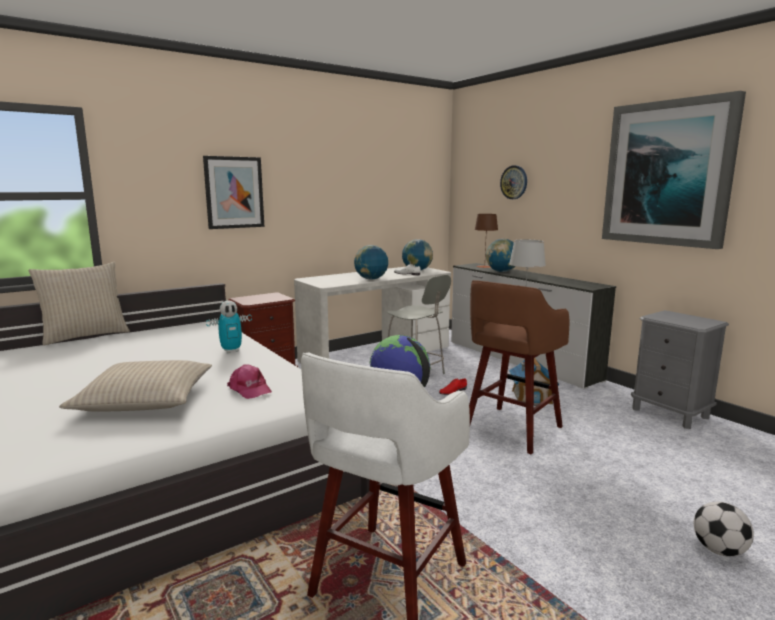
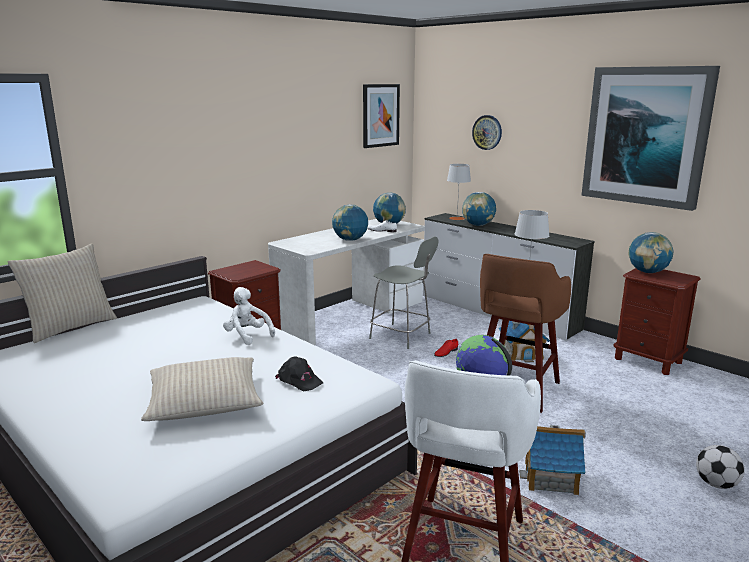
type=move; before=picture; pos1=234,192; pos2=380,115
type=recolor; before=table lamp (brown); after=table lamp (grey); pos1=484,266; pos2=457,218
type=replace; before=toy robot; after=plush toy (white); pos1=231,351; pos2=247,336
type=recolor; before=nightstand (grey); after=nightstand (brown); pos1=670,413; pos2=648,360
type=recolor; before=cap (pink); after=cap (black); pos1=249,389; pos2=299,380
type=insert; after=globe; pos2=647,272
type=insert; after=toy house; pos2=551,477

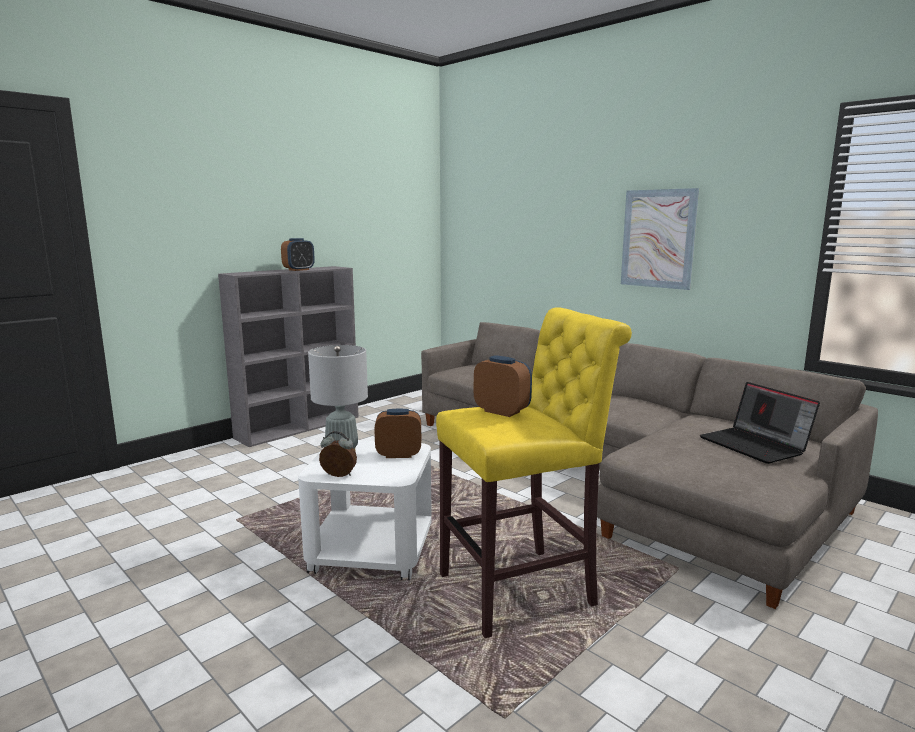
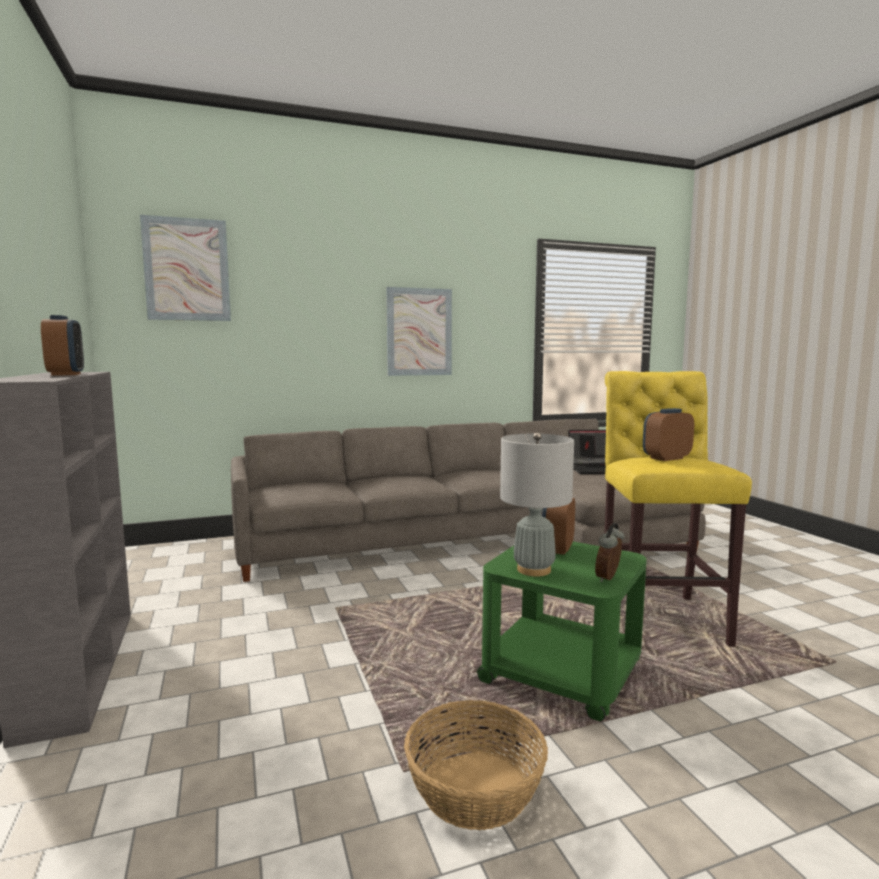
type=recolor; before=side table (white); after=side table (green); pos1=371,551; pos2=562,673
type=insert; after=picture; pos2=187,270
type=insert; after=basket; pos2=476,788

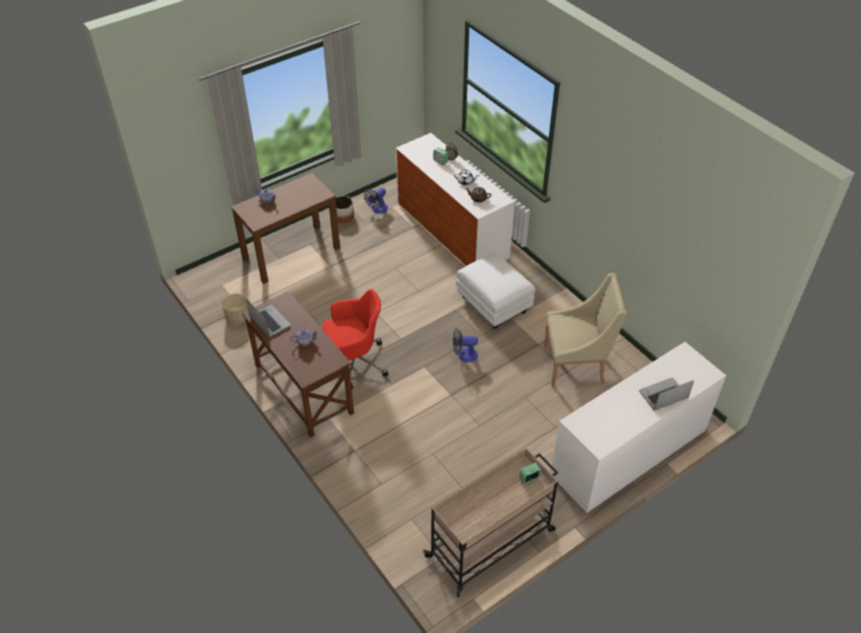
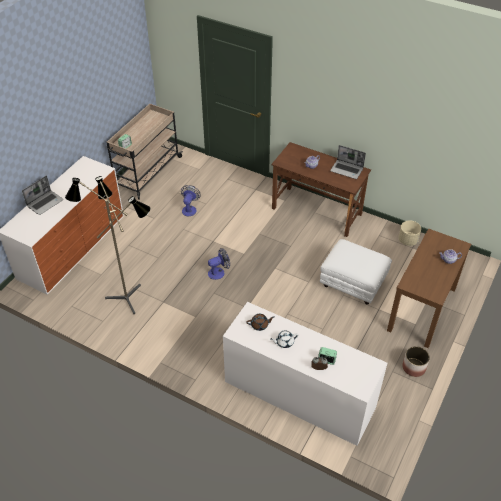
type=move; before=fan; pos1=377,210; pos2=190,209
type=move; before=ottoman (white); pos1=493,304; pos2=353,284
type=replace; before=armchair (beige); after=floor lamp; pos1=576,364; pos2=126,295
type=delete; before=office chair (red); pos1=354,362

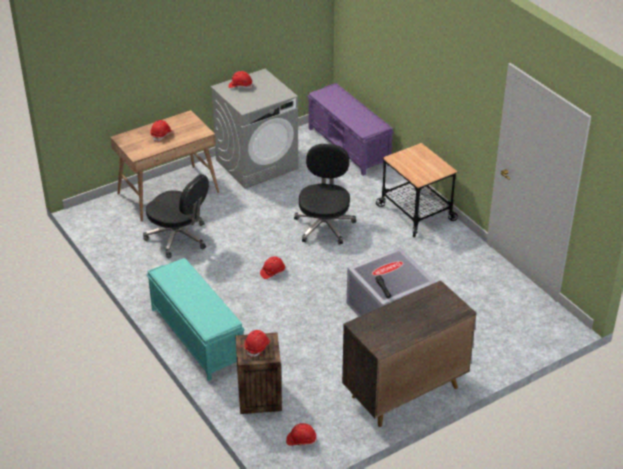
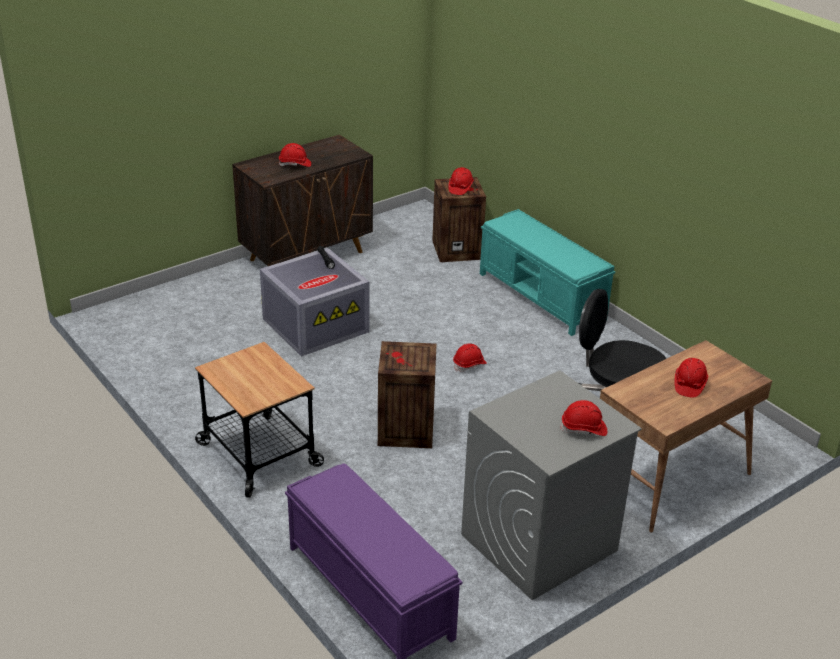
type=replace; before=office chair (black); after=crate; pos1=324,225; pos2=404,430
type=move; before=hard hat (red); pos1=301,440; pos2=295,164

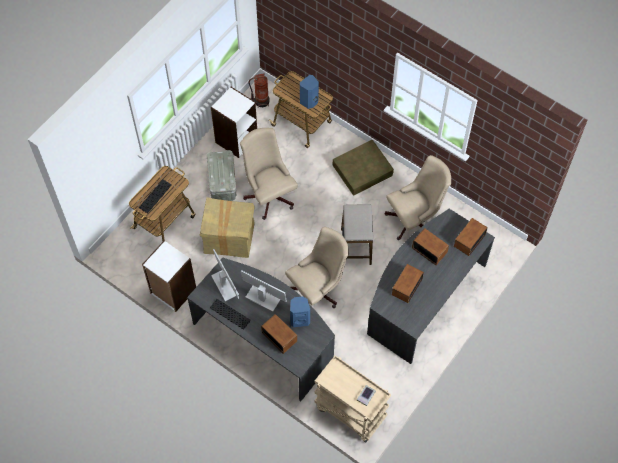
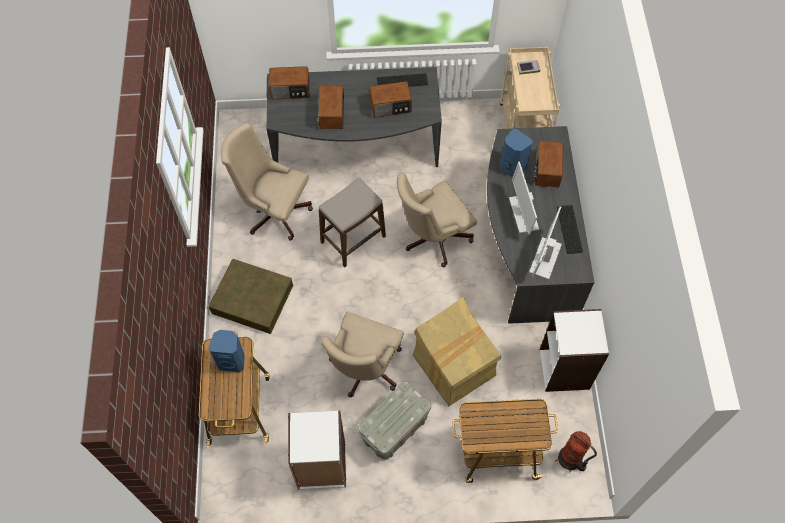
type=move; before=fire extinguisher; pos1=261,101; pos2=570,460
type=move; before=keyboard; pos1=155,196; pos2=402,81
type=rotate; before=office chair (beige); pos1=317,290; pos2=432,238; turn=-45

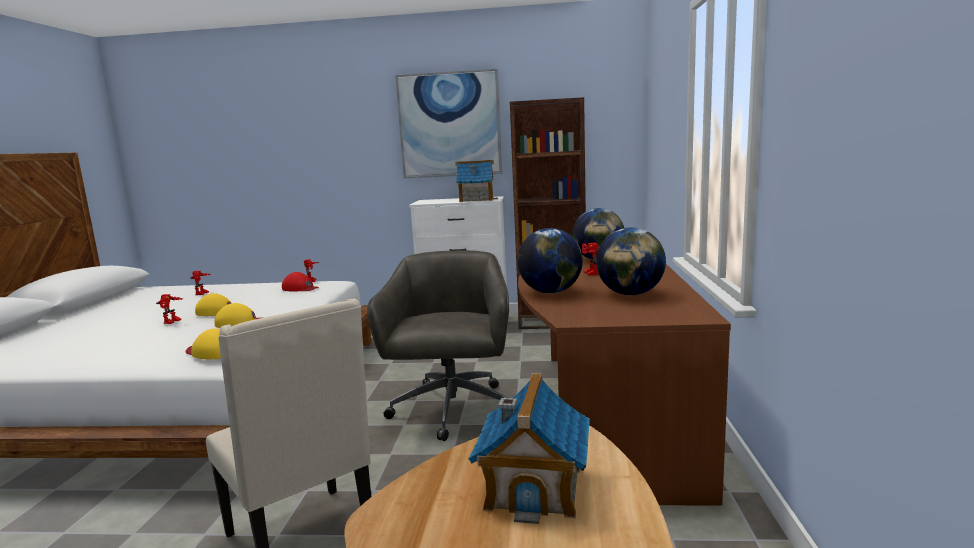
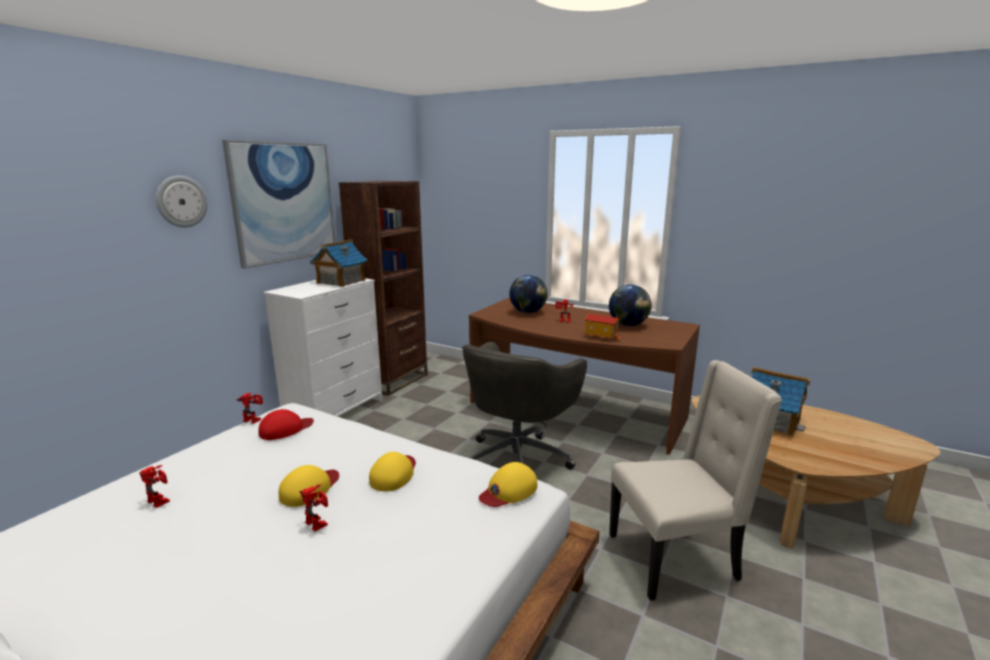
type=replace; before=globe; after=toy house; pos1=550,292; pos2=602,336
type=rotate; before=office chair (grey); pos1=452,410; pos2=518,459; turn=-90
type=insert; after=wall clock; pos2=181,201

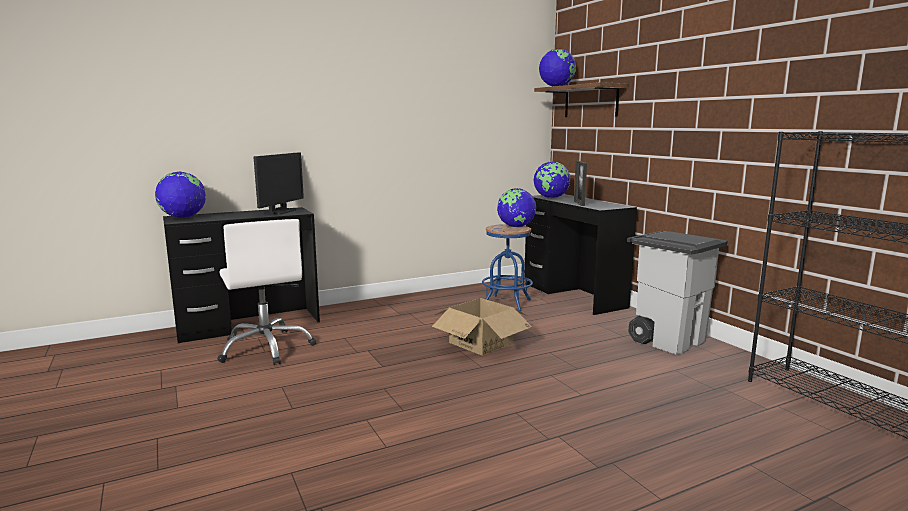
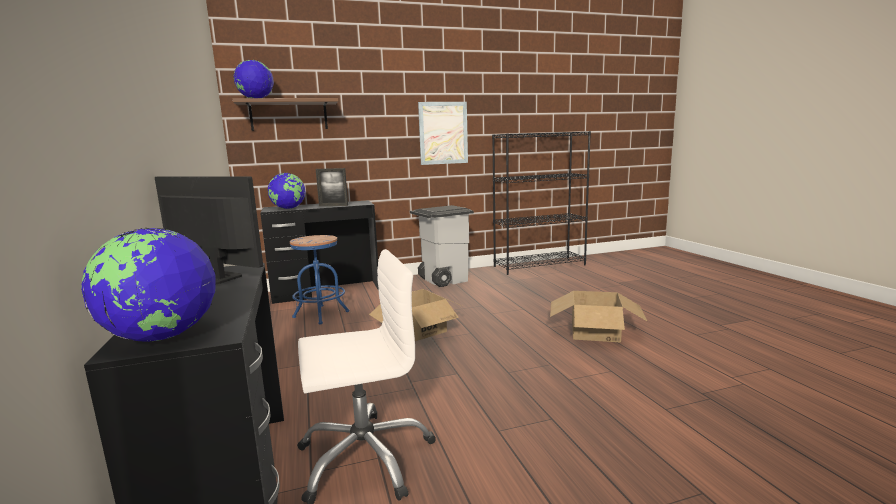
type=delete; before=globe; pos1=516,227
type=insert; after=picture; pos2=443,133
type=insert; after=cardboard box; pos2=595,331

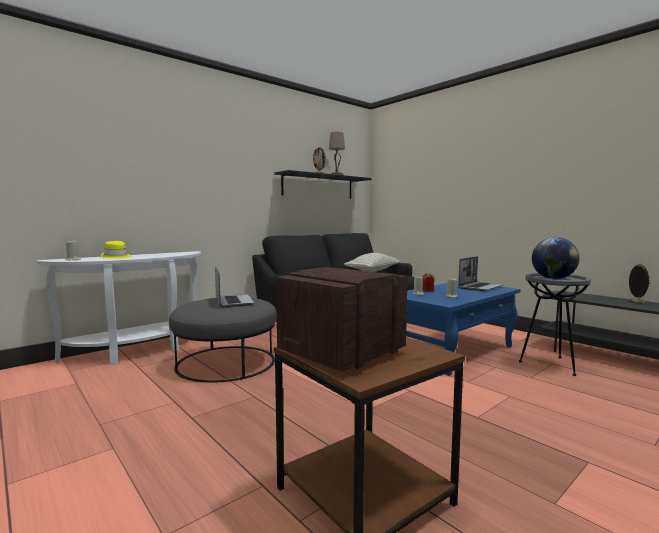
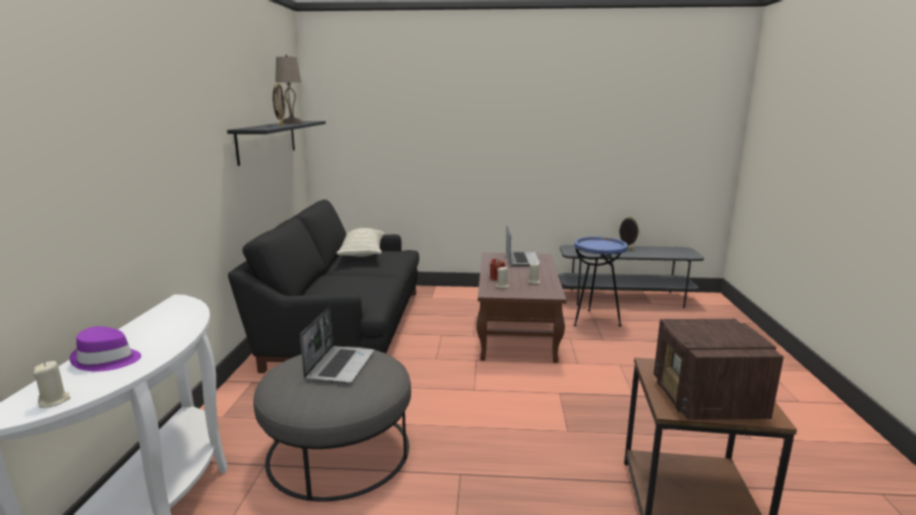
type=delete; before=globe; pos1=553,279
type=recolor; before=hat (yellow); after=hat (purple); pos1=116,257; pos2=106,360
type=rotate; before=laptop; pos1=233,301; pos2=340,365; turn=75
type=recolor; before=side table (grey); after=side table (blue); pos1=551,364; pos2=594,320
type=recolor; before=coffee table (blue); after=coffee table (brown); pos1=453,350; pos2=516,332

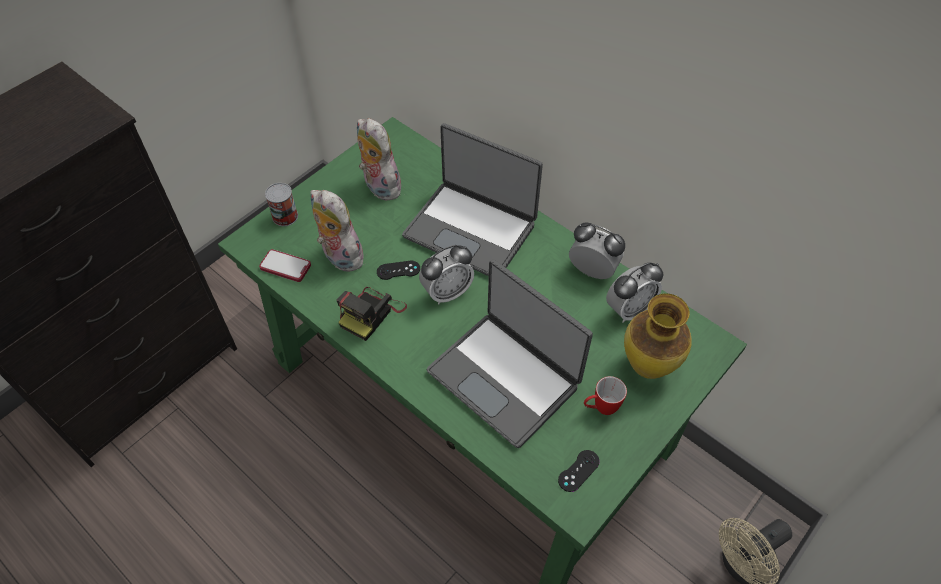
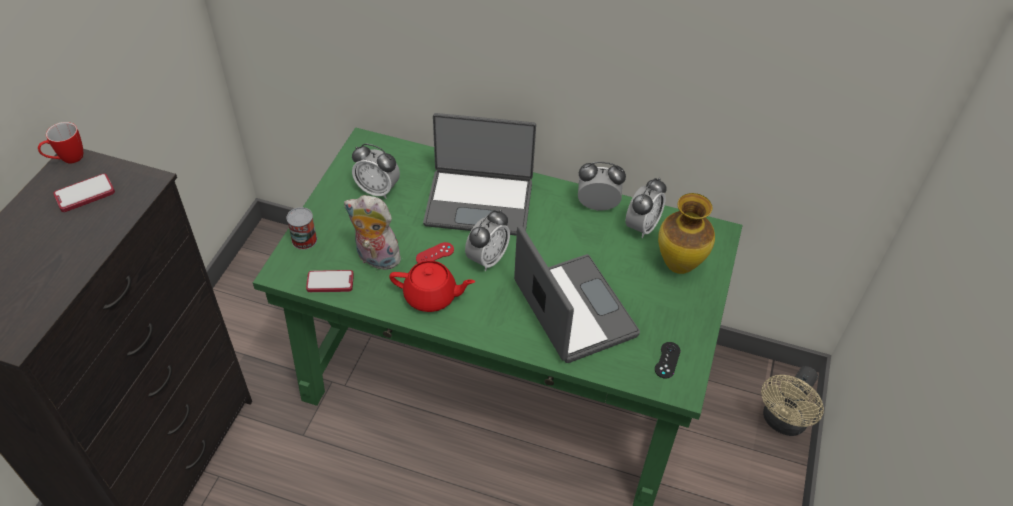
type=replace; before=plush toy; after=alarm clock; pos1=379,186; pos2=378,190
type=rotate; before=laptop; pos1=505,377; pos2=572,310; turn=-135
type=recolor; before=game controller (black); after=game controller (red); pos1=398,270; pos2=435,254
type=replace; before=photo camera; after=teapot (red); pos1=371,313; pos2=431,296
type=move; before=mug; pos1=600,408; pos2=67,160
type=insert; after=phone; pos2=85,194

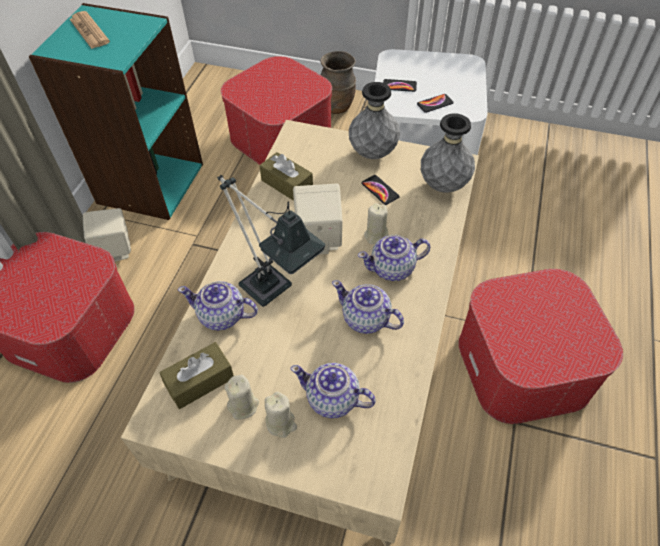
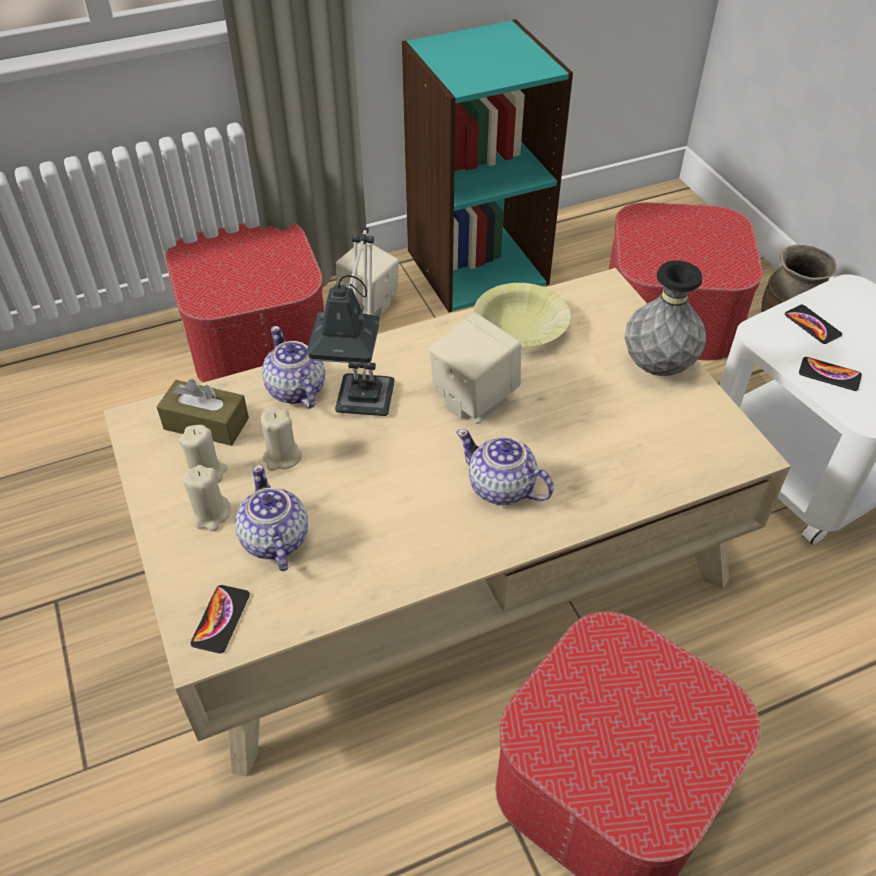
type=delete; before=newspaper; pos1=89,31
type=delete; before=vase (grey); pos1=443,186
type=replace; before=tissue box (brown); after=bowl (yellow); pos1=287,184; pos2=520,327
type=move; before=phone; pos1=380,190; pos2=221,619
type=move; before=candle (beige); pos1=376,236; pos2=282,457
type=delete; before=teapot; pos1=366,319

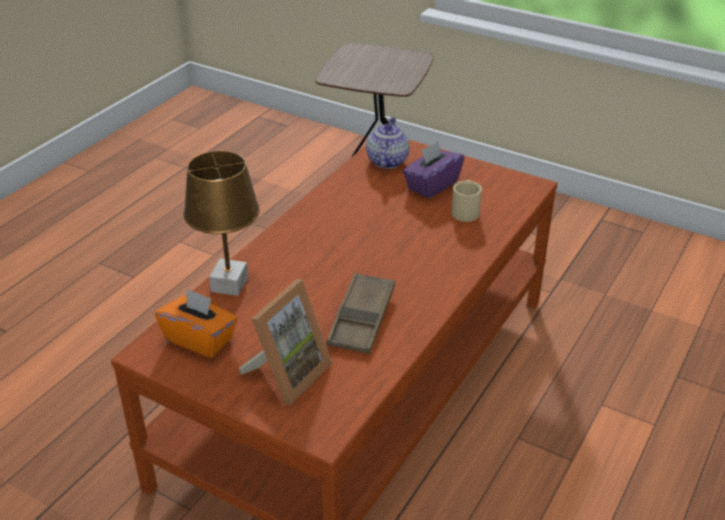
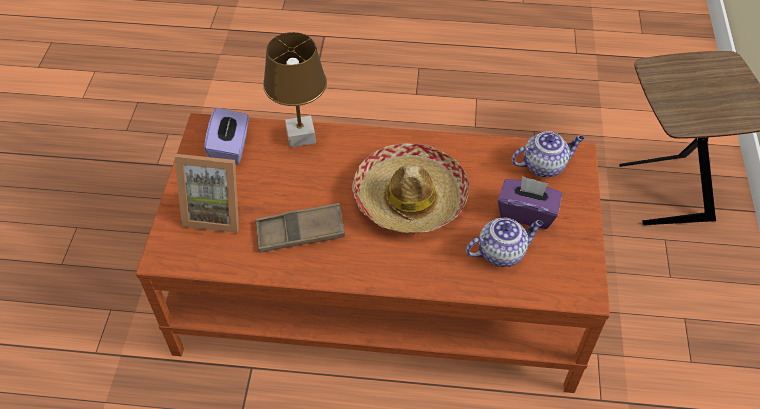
type=replace; before=mug (beige); after=teapot; pos1=465,210; pos2=501,252
type=recolor; before=tissue box (orange); after=tissue box (purple); pos1=200,339; pos2=230,148
type=insert; after=hat; pos2=409,198

